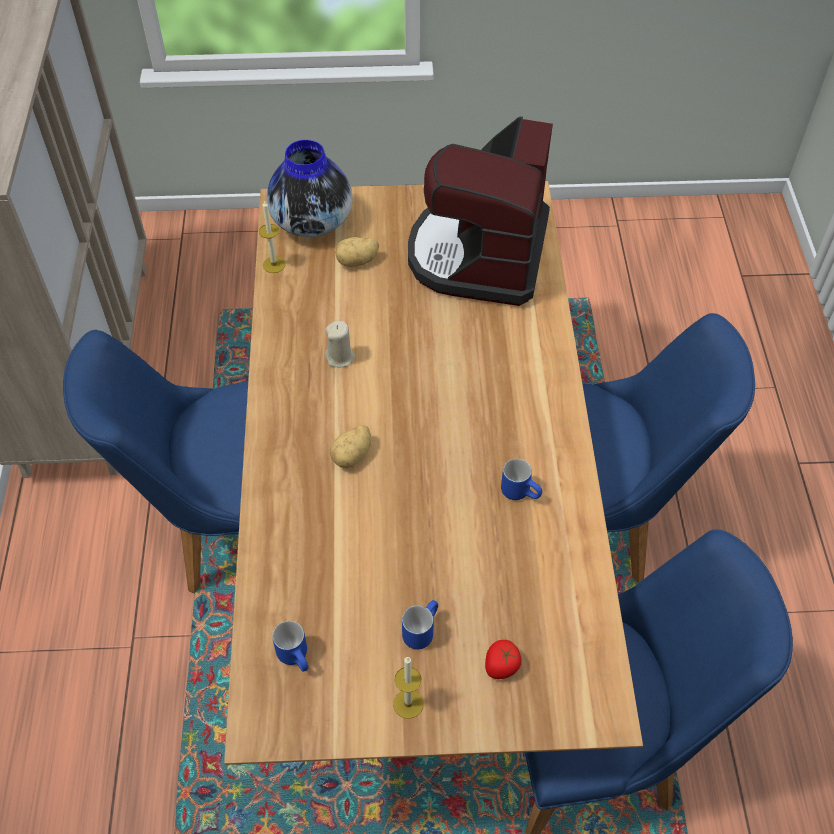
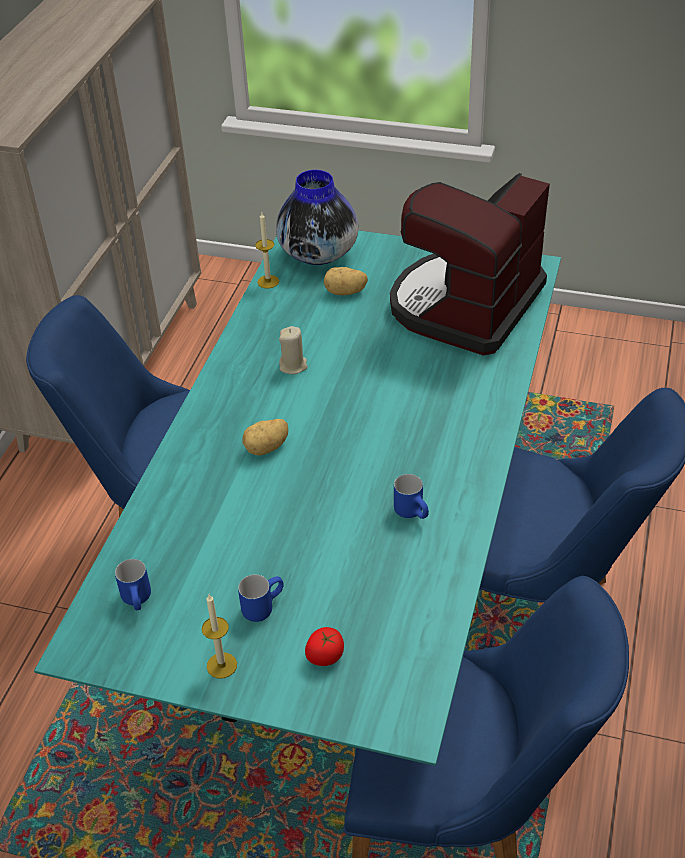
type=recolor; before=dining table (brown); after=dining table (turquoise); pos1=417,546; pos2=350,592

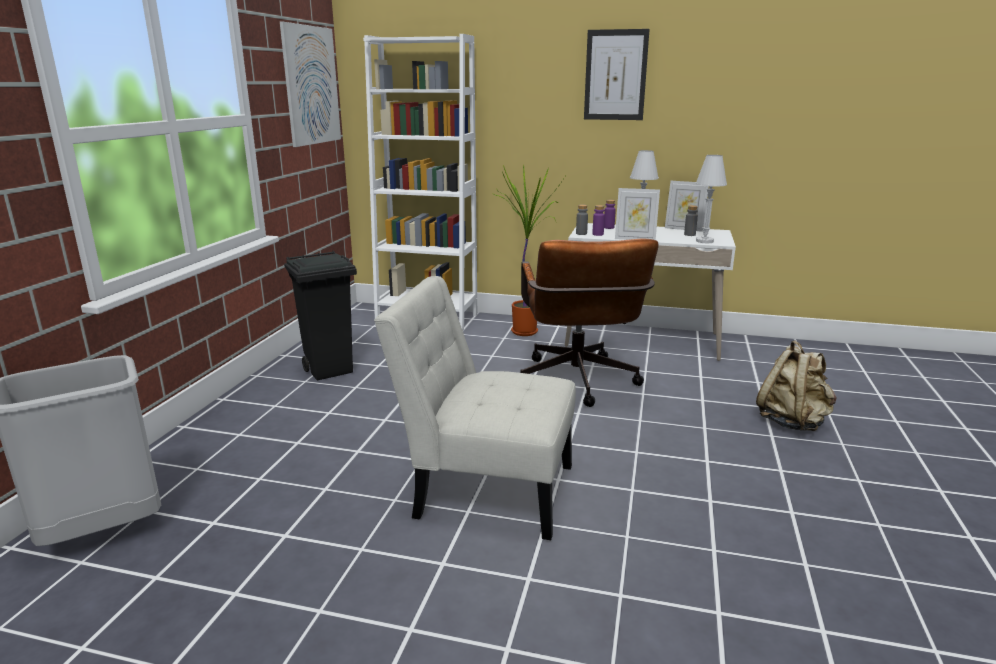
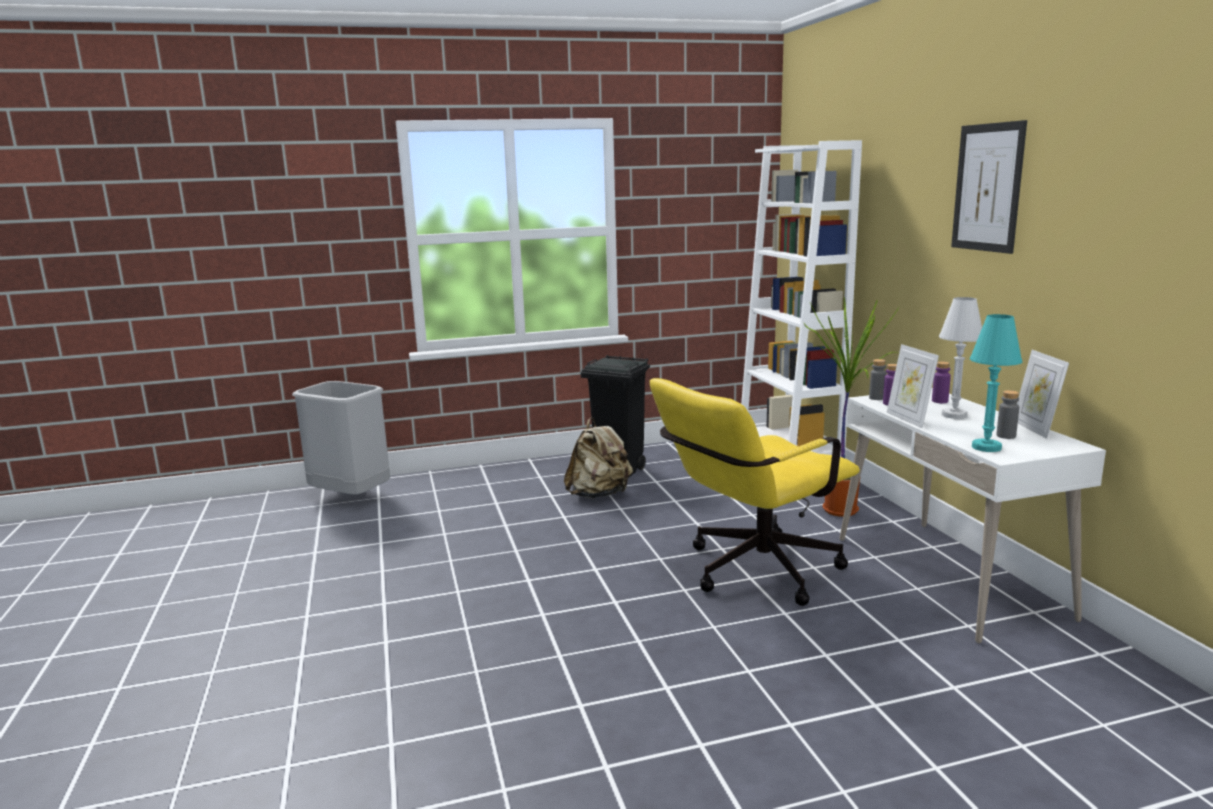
type=delete; before=picture; pos1=311,85
type=recolor; before=table lamp (white); after=table lamp (turquoise); pos1=704,241; pos2=986,447
type=recolor; before=office chair (brown); after=office chair (yellow); pos1=578,384; pos2=751,572
type=delete; before=chair (white); pos1=486,489
type=move; before=backpack (beige); pos1=792,422; pos2=599,495

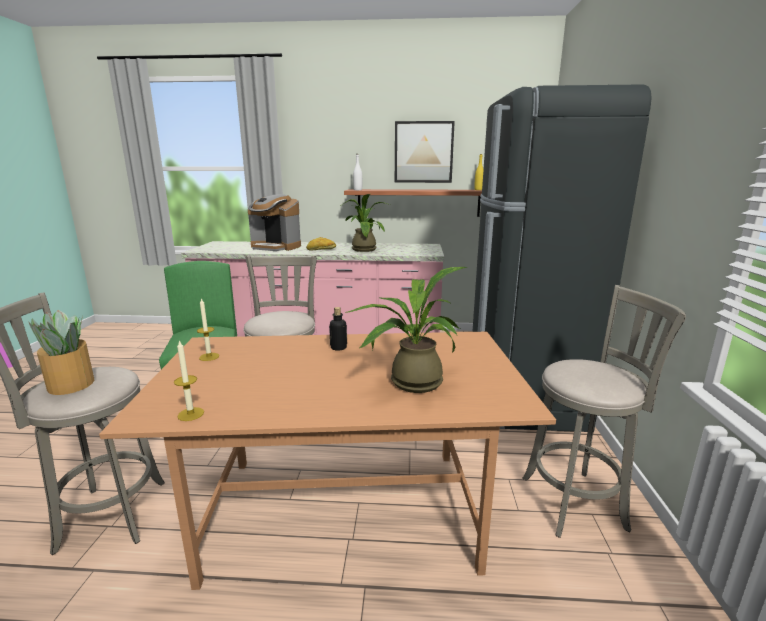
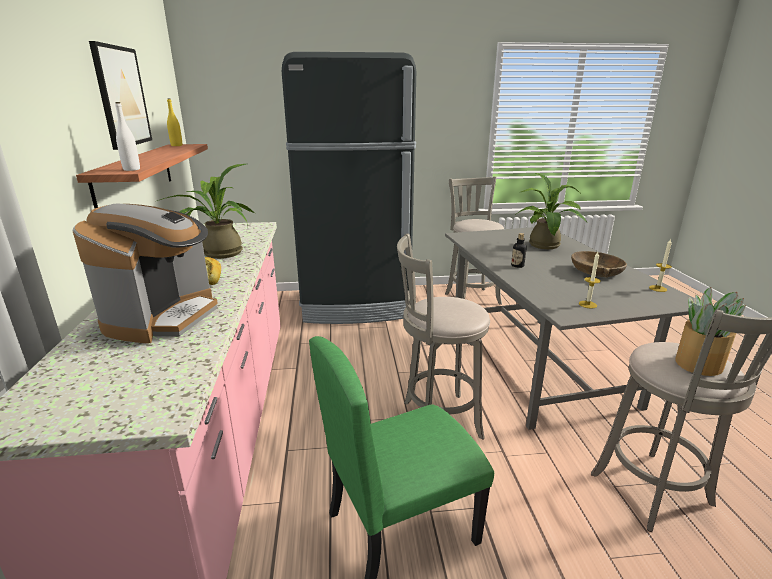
type=recolor; before=dining table (brown); after=dining table (grey); pos1=345,509; pos2=534,364
type=insert; after=bowl (brown); pos2=596,271

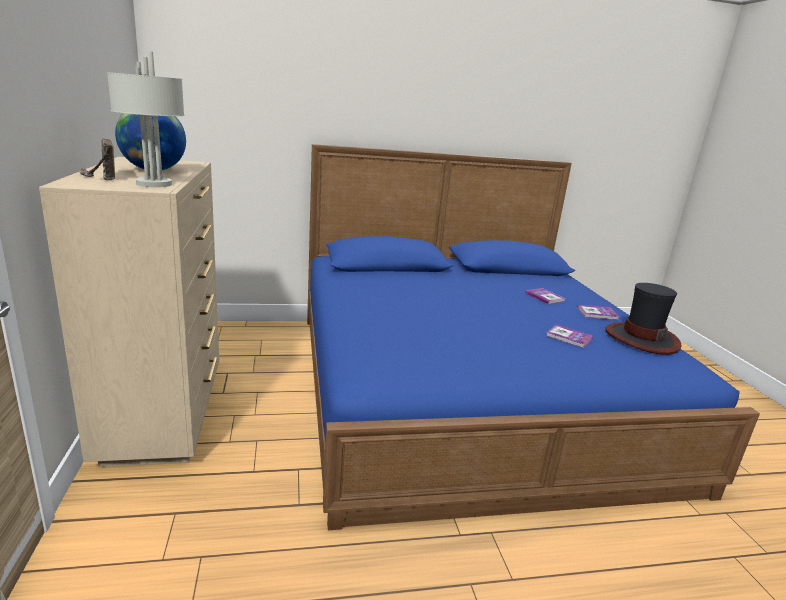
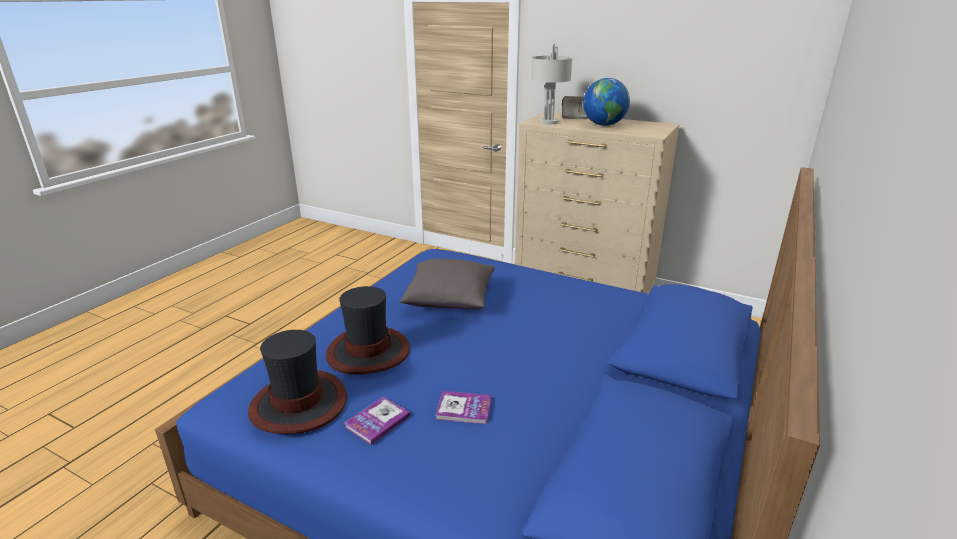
type=replace; before=book; after=hat; pos1=569,337; pos2=368,352
type=insert; after=pillow (grey); pos2=449,299

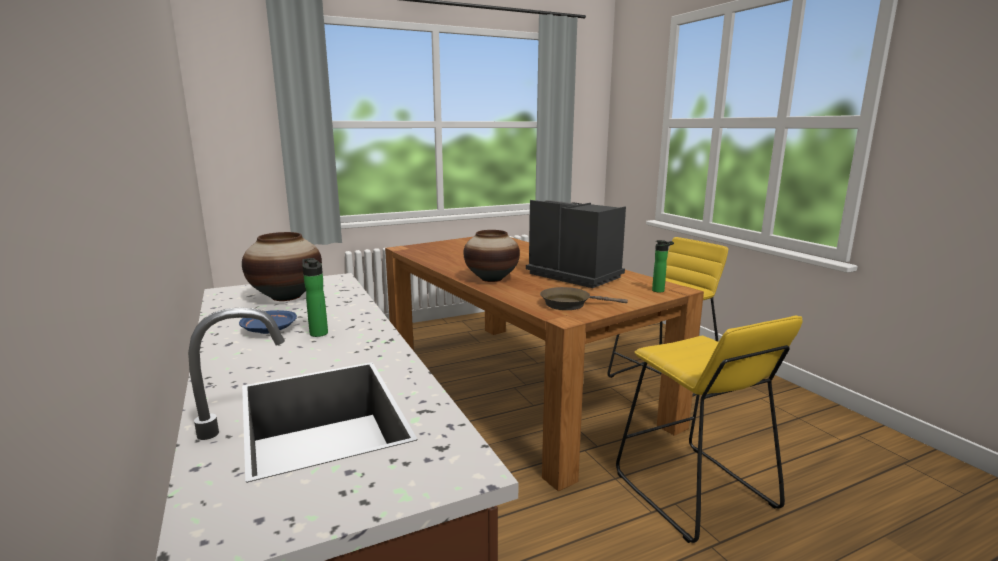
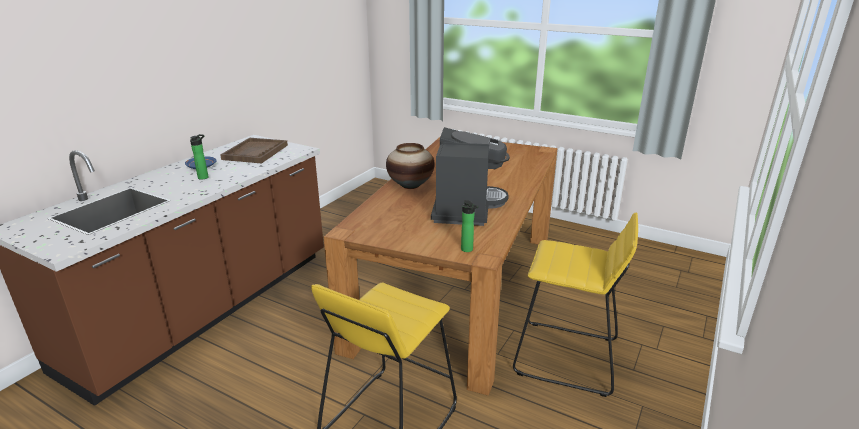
type=replace; before=vase; after=tray (brown); pos1=286,297; pos2=255,152
type=delete; before=frying pan (brown); pos1=569,304

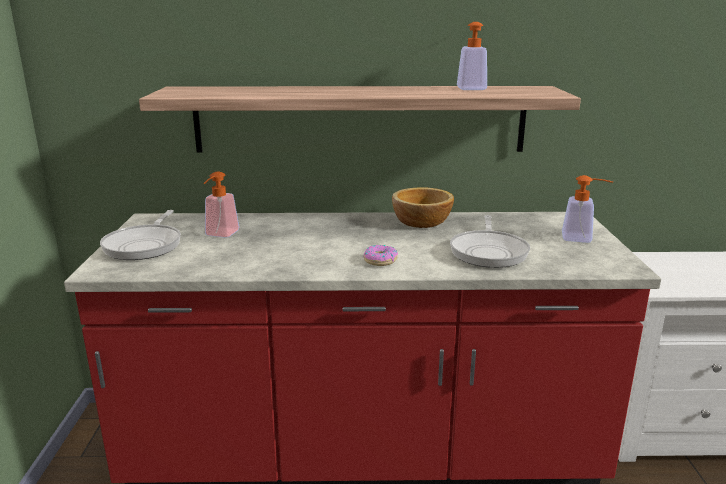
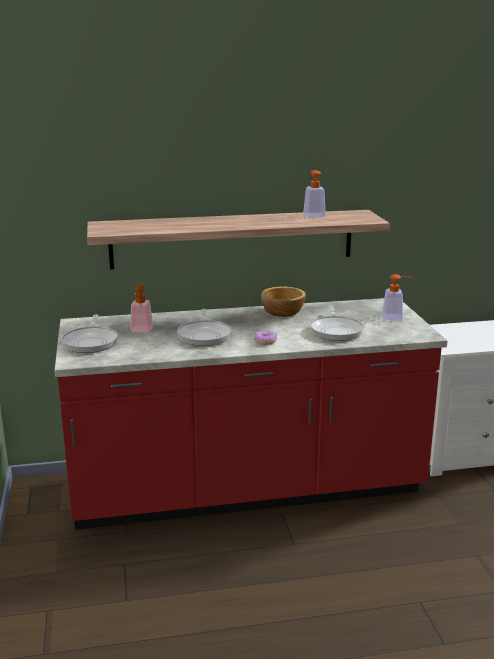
type=insert; after=frying pan; pos2=205,335

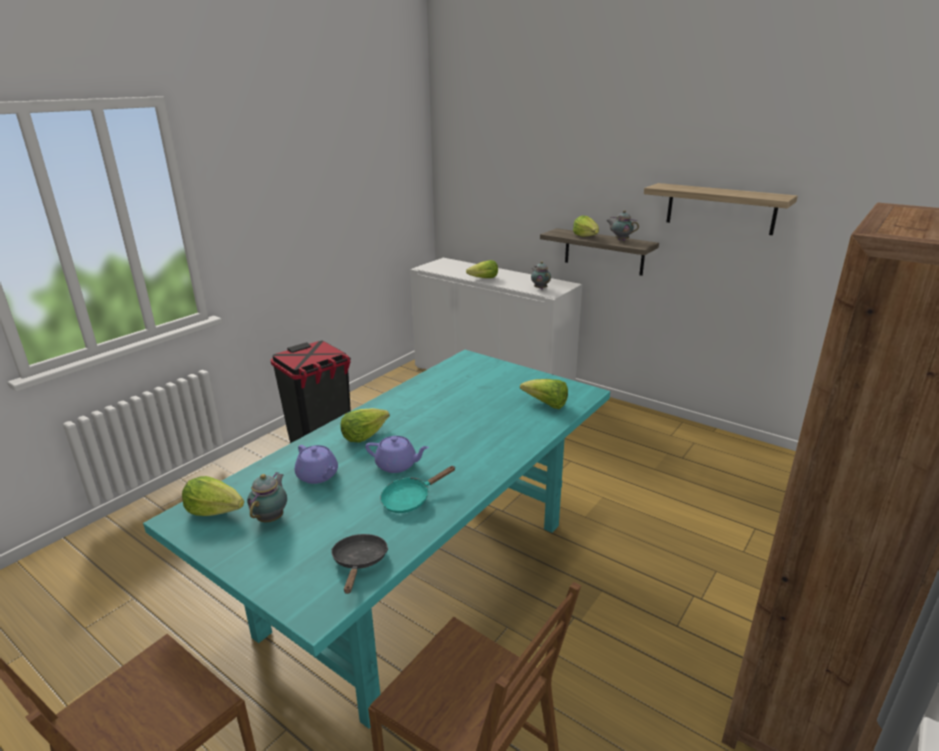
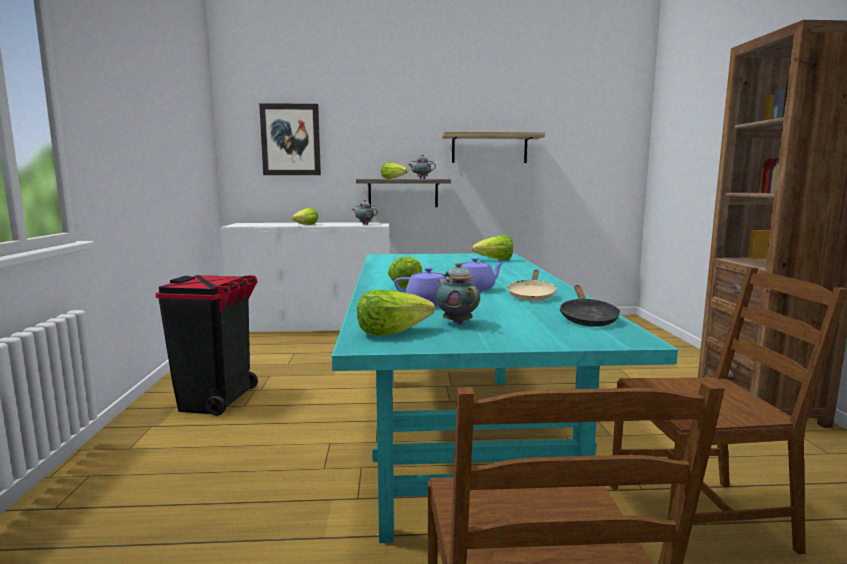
type=recolor; before=frying pan (turquoise); after=frying pan (beige); pos1=410,499; pos2=531,296
type=rotate; before=frying pan (black); pos1=359,562; pos2=587,319; turn=-135
type=insert; after=picture; pos2=290,140

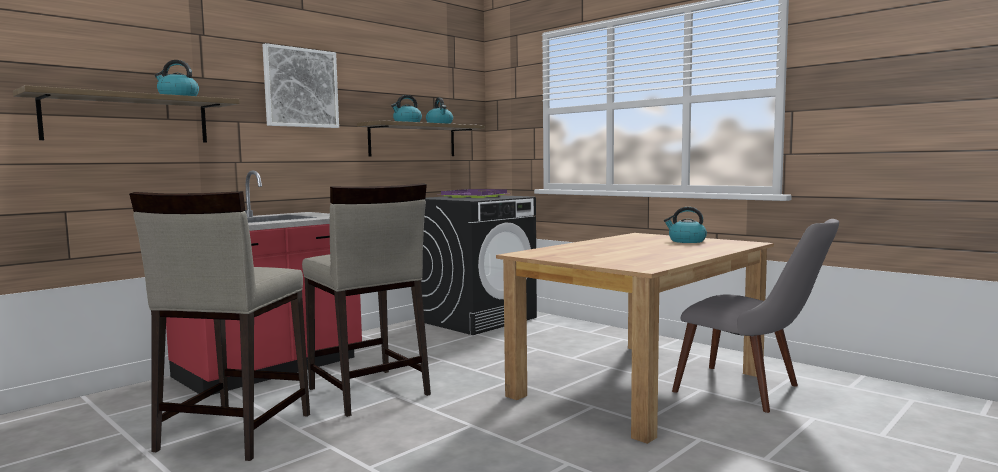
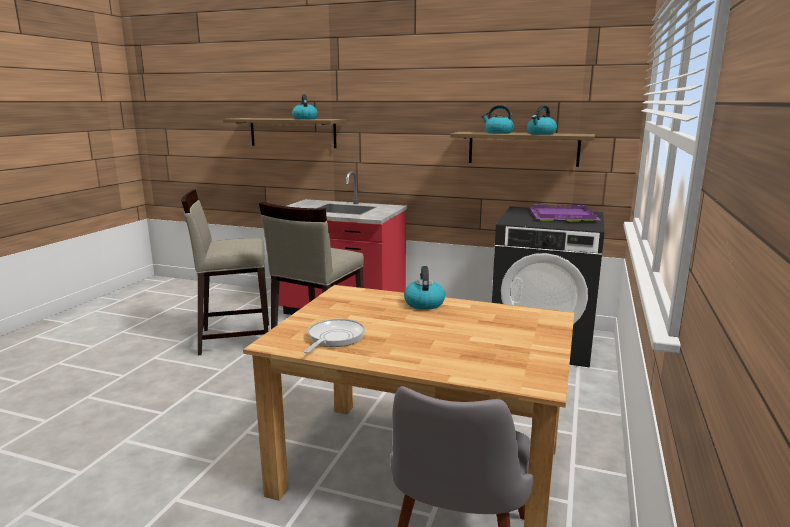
type=delete; before=picture; pos1=301,88
type=move; before=kettle; pos1=686,241; pos2=424,303
type=insert; after=frying pan; pos2=334,338

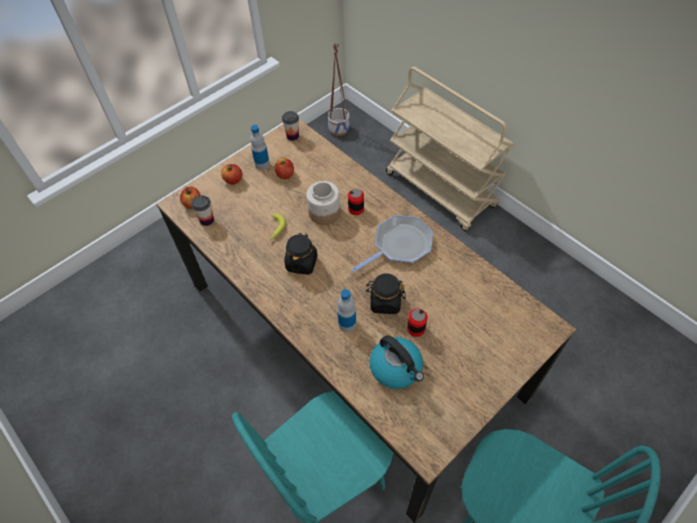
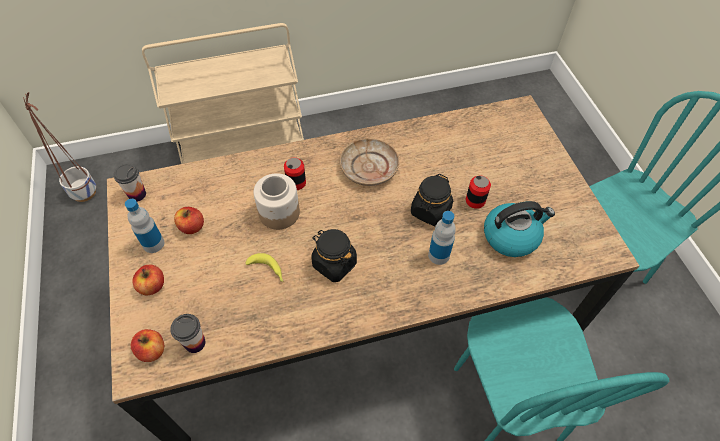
type=replace; before=frying pan; after=plate (beige); pos1=400,245; pos2=369,168

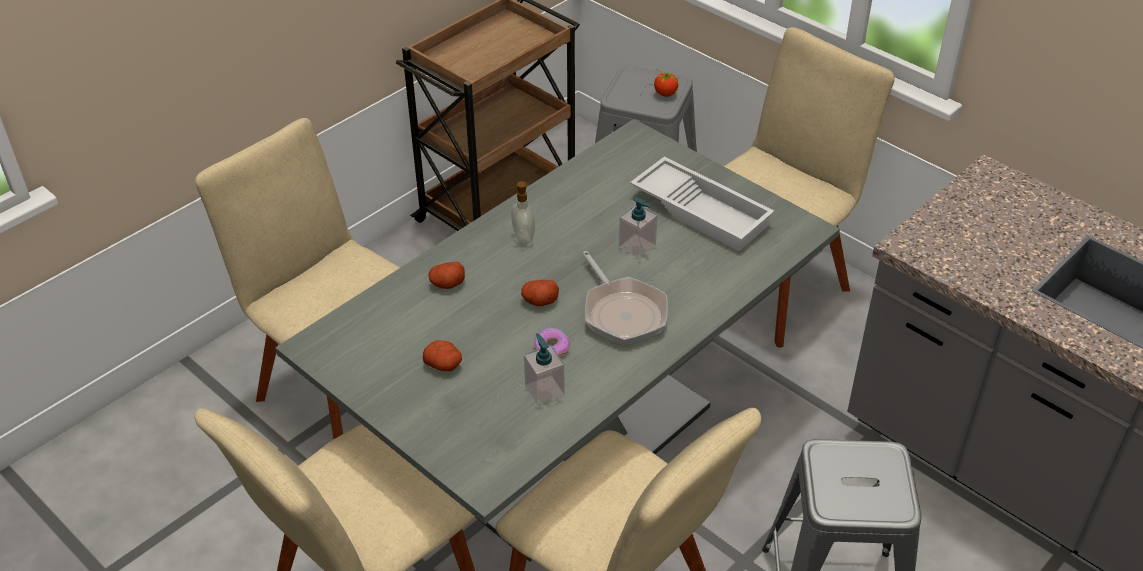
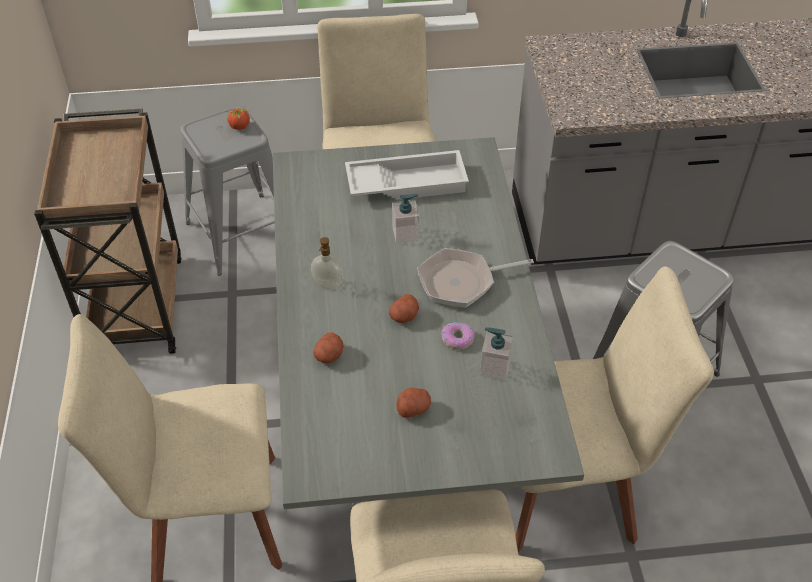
type=rotate; before=frying pan; pos1=622,312; pos2=461,282; turn=150

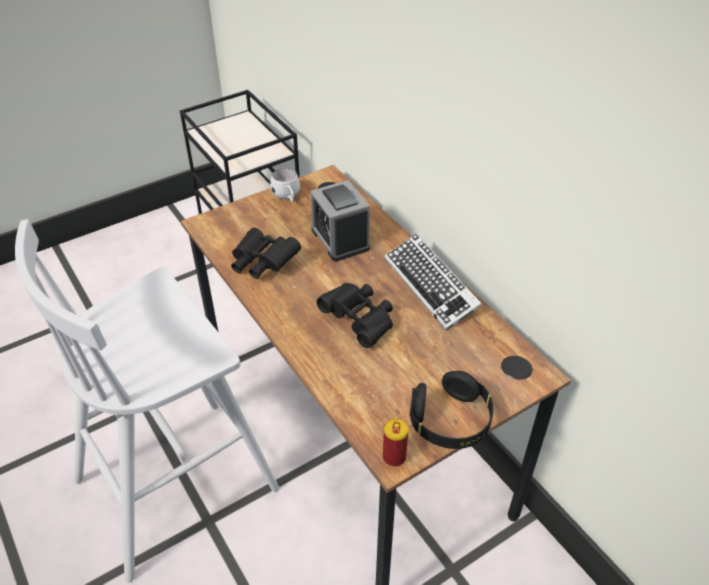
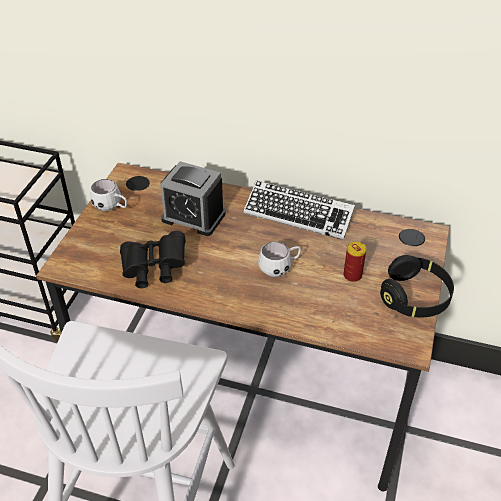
type=replace; before=binoculars (black); after=mug (white); pos1=360,321; pos2=280,268
type=move; before=can; pos1=394,457; pos2=352,275

